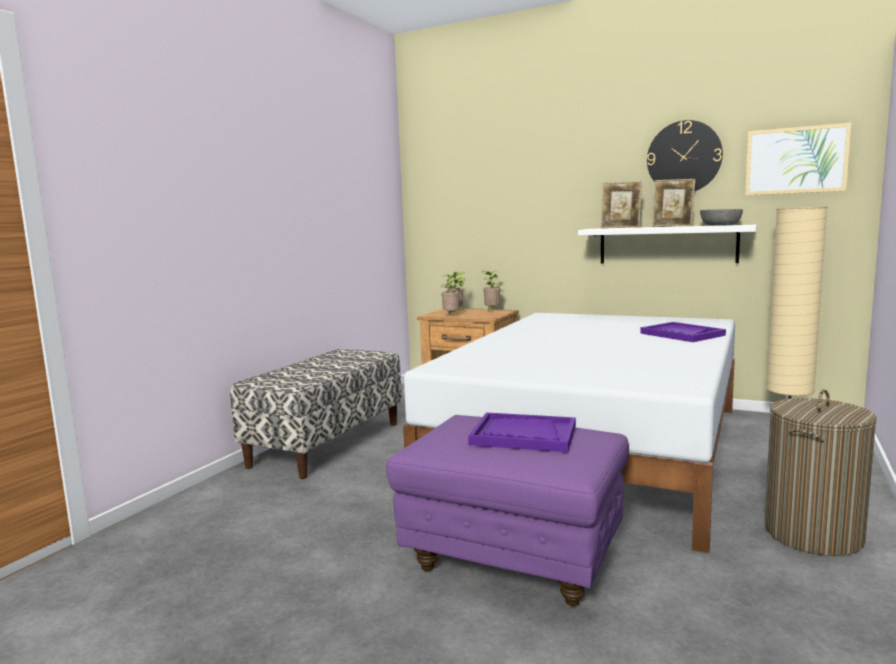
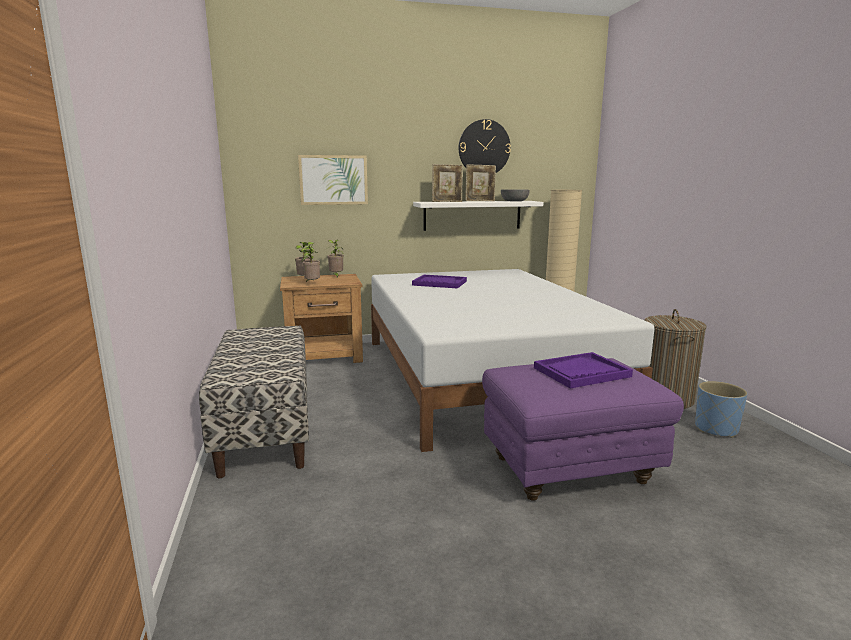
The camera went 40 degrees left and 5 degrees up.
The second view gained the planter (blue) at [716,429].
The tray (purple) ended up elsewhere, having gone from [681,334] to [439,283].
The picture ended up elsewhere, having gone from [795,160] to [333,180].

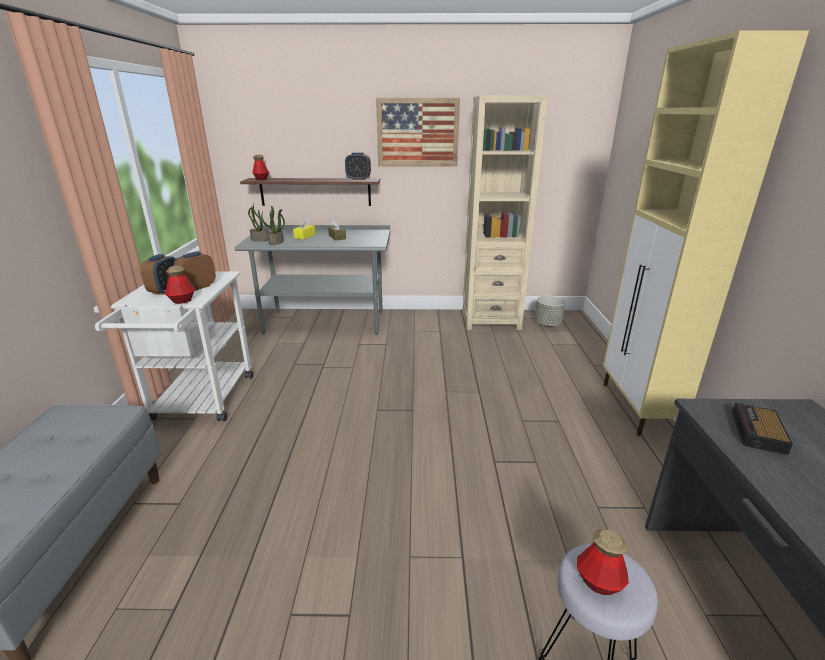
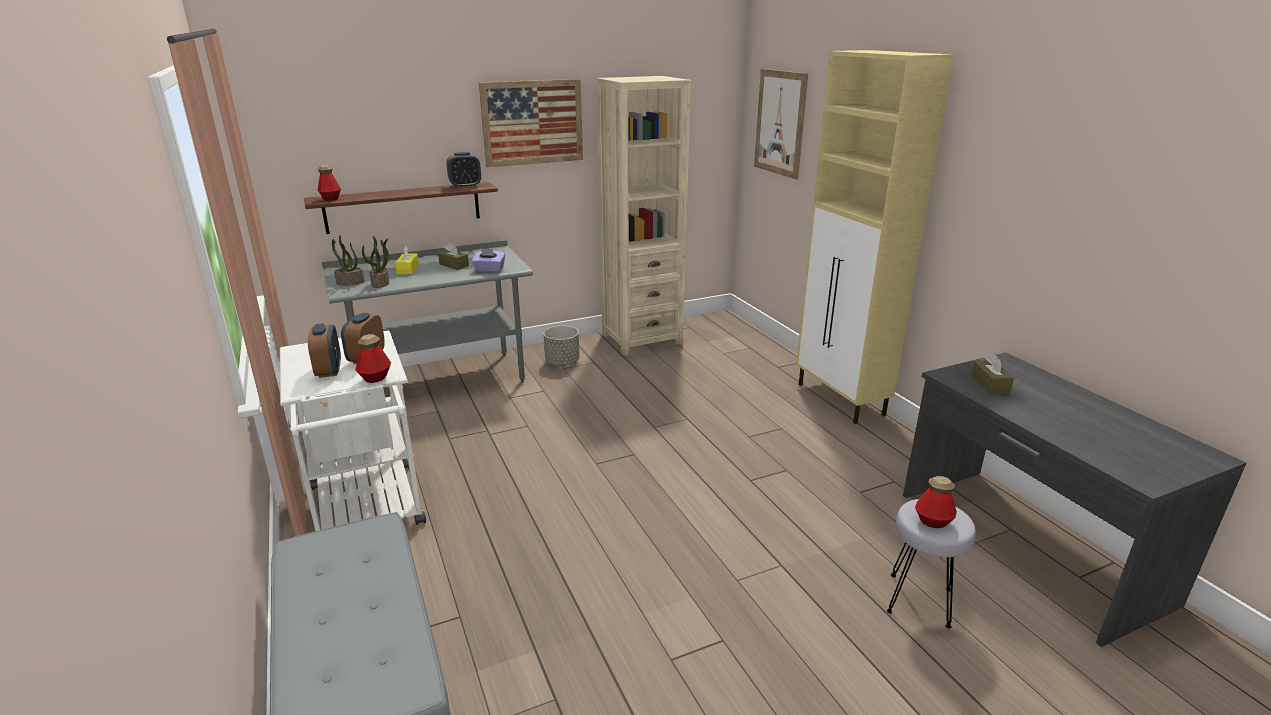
The camera went 25 degrees left and 0 degrees up.
The second view gained the tissue box (purple) at [489,270].
The second view gained the picture at [780,123].
The planter (grey) ended up elsewhere, having gone from [548,324] to [562,362].
Where the alarm clock stood at [758,433], the tissue box (brown) came to stand at [989,384].

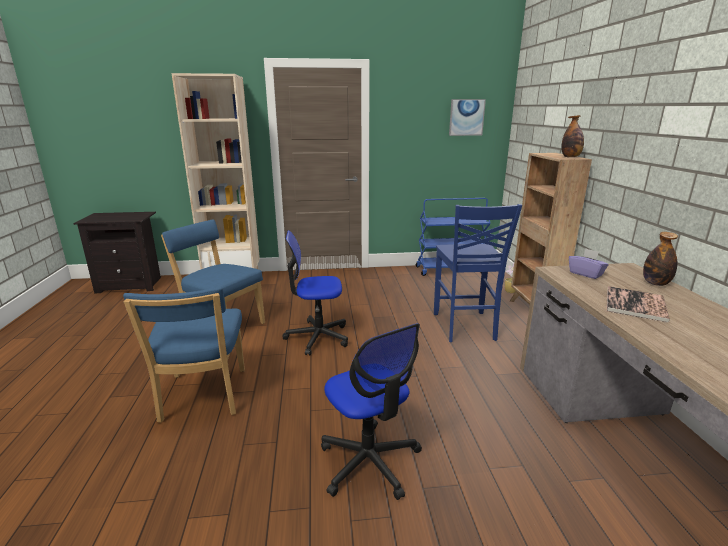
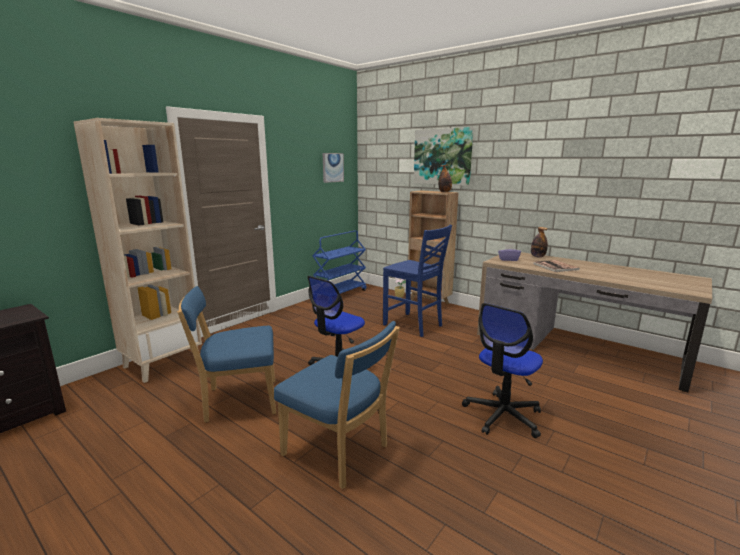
The camera went 45 degrees left and 5 degrees down.
The second view gained the picture at [442,157].
The office chair at [369,461] ended up facing another way, 120 degrees clockwise from before.

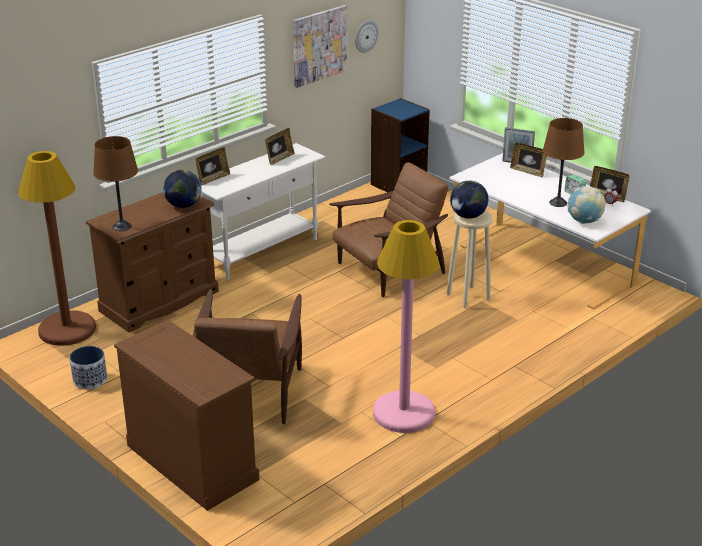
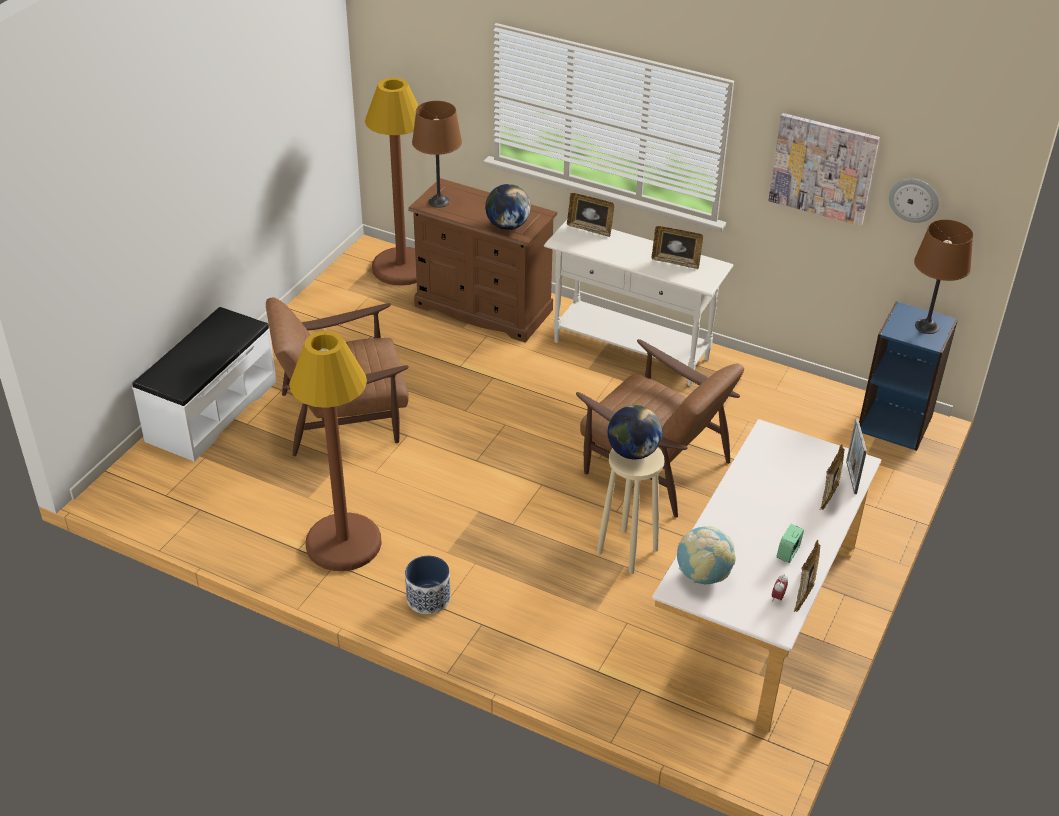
The camera went 70 degrees right and 10 degrees up.
The planter ended up elsewhere, having gone from [90,380] to [428,598].
The table lamp (brown) ended up elsewhere, having gone from [558,203] to [927,326].
Where the dresser (brown) stood at [192,462], the bench (white) came to stand at [211,411].
What was the floor lamp (pink) at [404,413] turned into the floor lamp (brown) at [343,543].

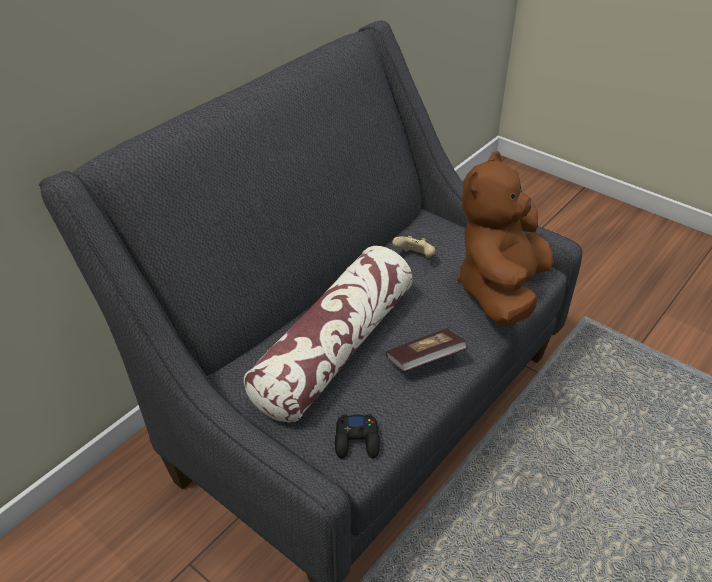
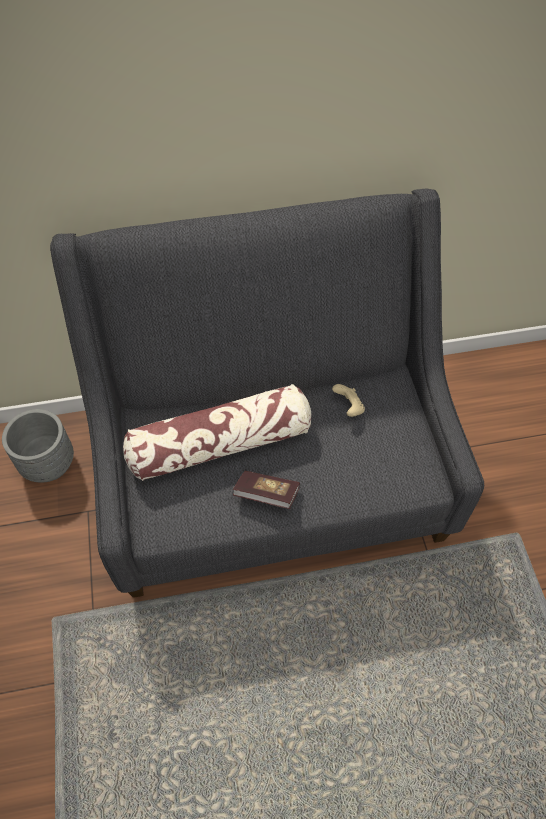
The camera went 40 degrees right and 15 degrees up.
The second view lost the game controller (black) at [357,441].
The second view lost the plush toy (brown) at [500,290].
The second view gained the planter (grey) at [49,464].

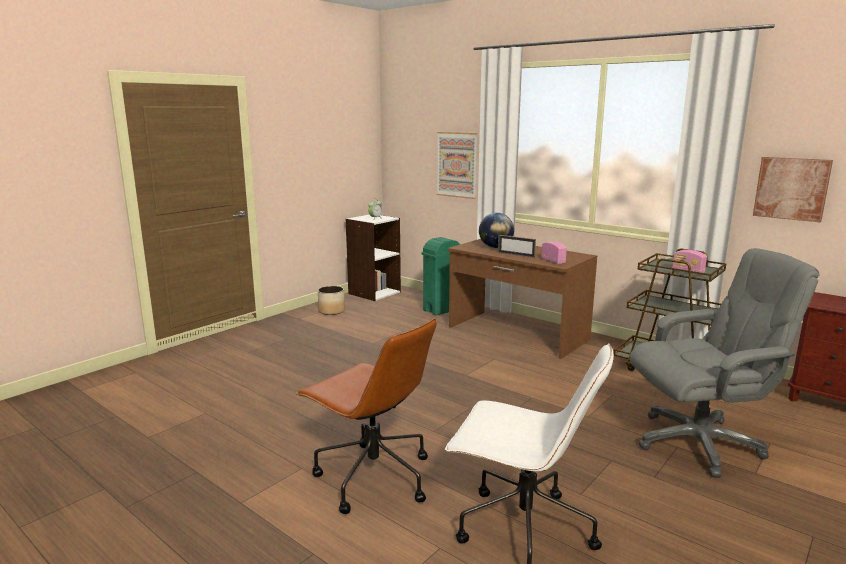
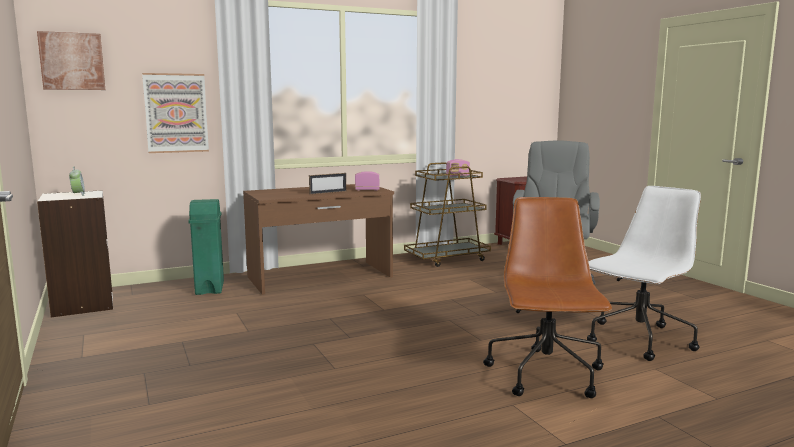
The camera went 65 degrees left and 5 degrees down.
The second view lost the planter at [332,311].
The second view lost the globe at [495,247].
The picture ended up elsewhere, having gone from [791,188] to [72,61].
The office chair (brown) at [372,477] ended up facing another way, 60 degrees counterclockwise from before.

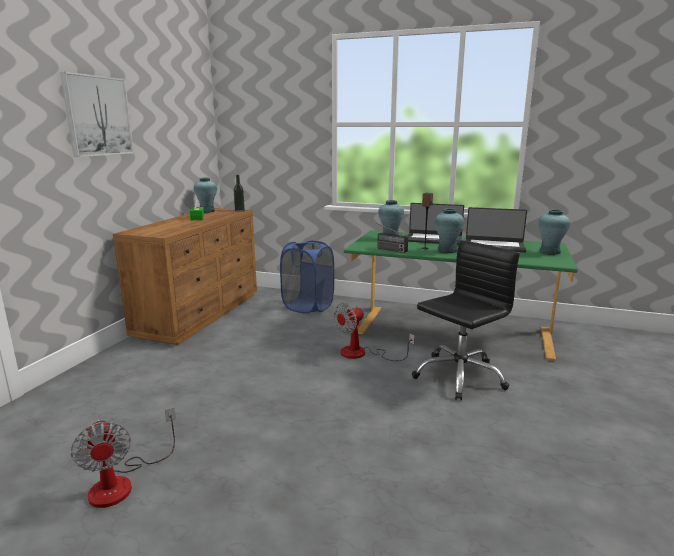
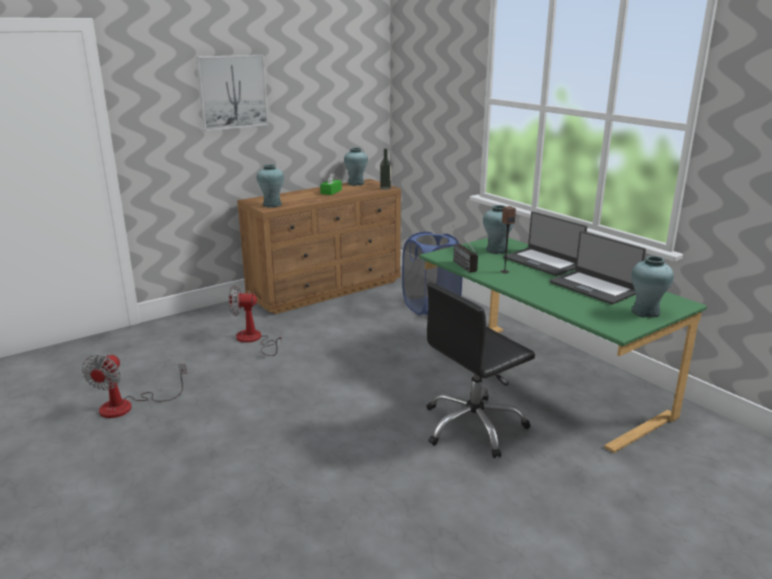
The camera went 35 degrees right and 5 degrees up.
The fan ended up elsewhere, having gone from [362,354] to [253,340].
The vase (turquoise) ended up elsewhere, having gone from [447,250] to [272,205].
The office chair (black) at [459,376] ended up facing another way, 150 degrees clockwise from before.

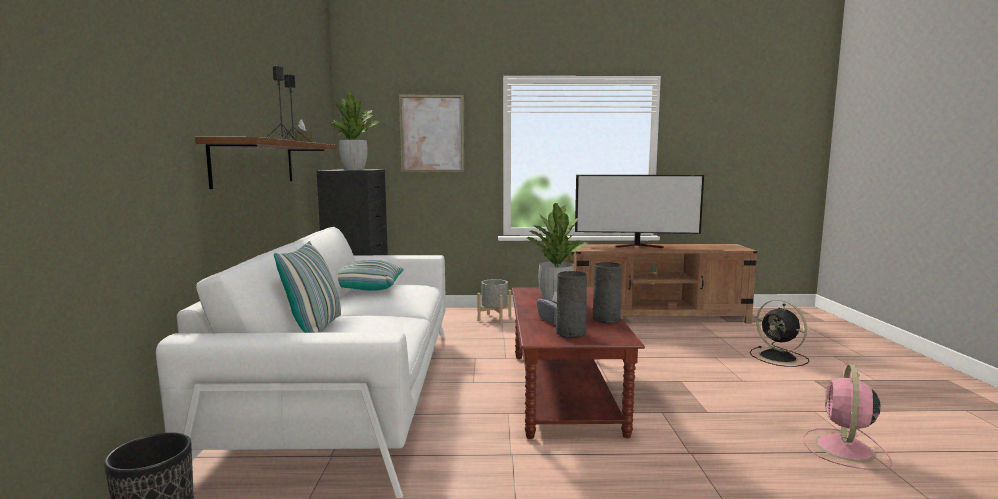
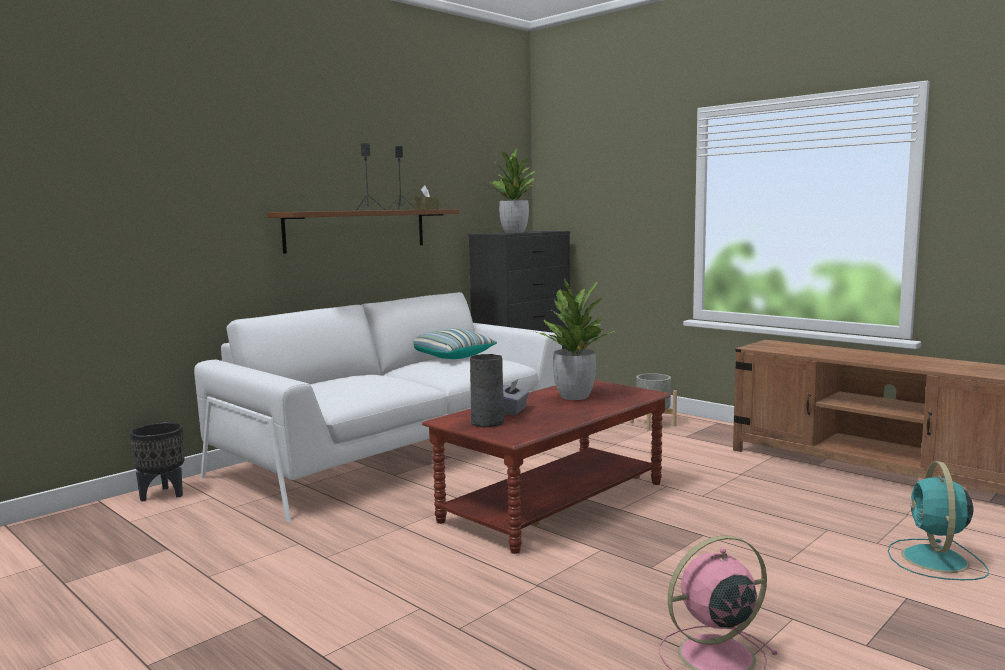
The camera went 45 degrees right and 0 degrees up.
The second view lost the pillow at [315,329].
The second view lost the picture at [432,133].
The second view lost the television at [639,246].
The second view lost the vase (grey) at [607,319].
What was the fan (black) at [779,357] turned into the fan (turquoise) at [935,560].

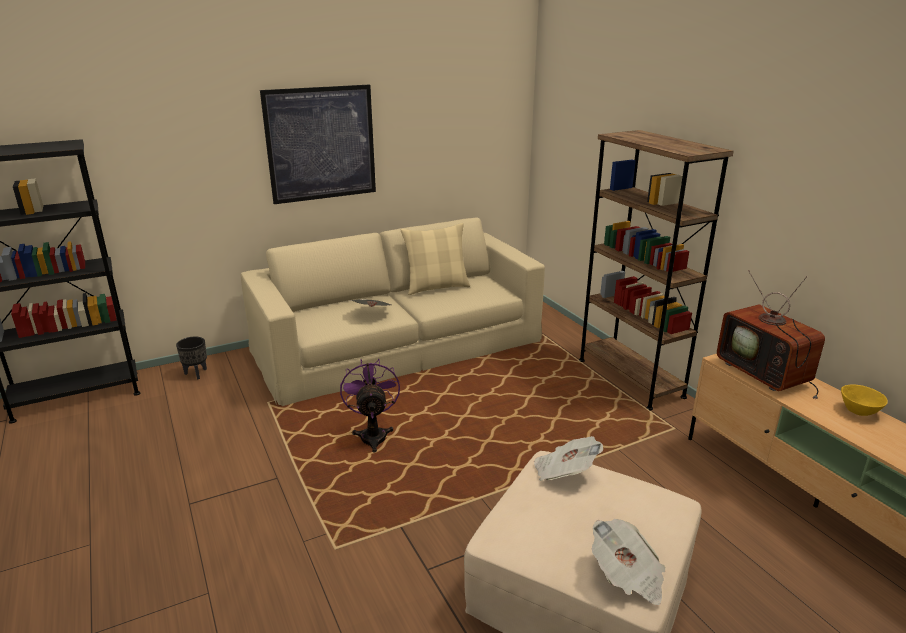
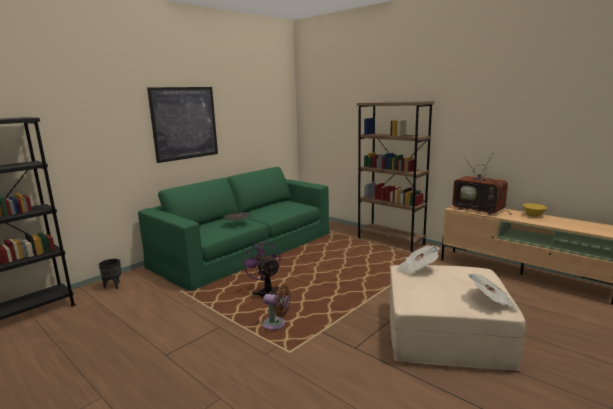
The camera went 20 degrees left and 10 degrees down.
The second view lost the pillow (beige) at [436,287].
The second view gained the fan (brown) at [276,324].
What was the sofa (beige) at [398,345] turned into the sofa (green) at [245,248].

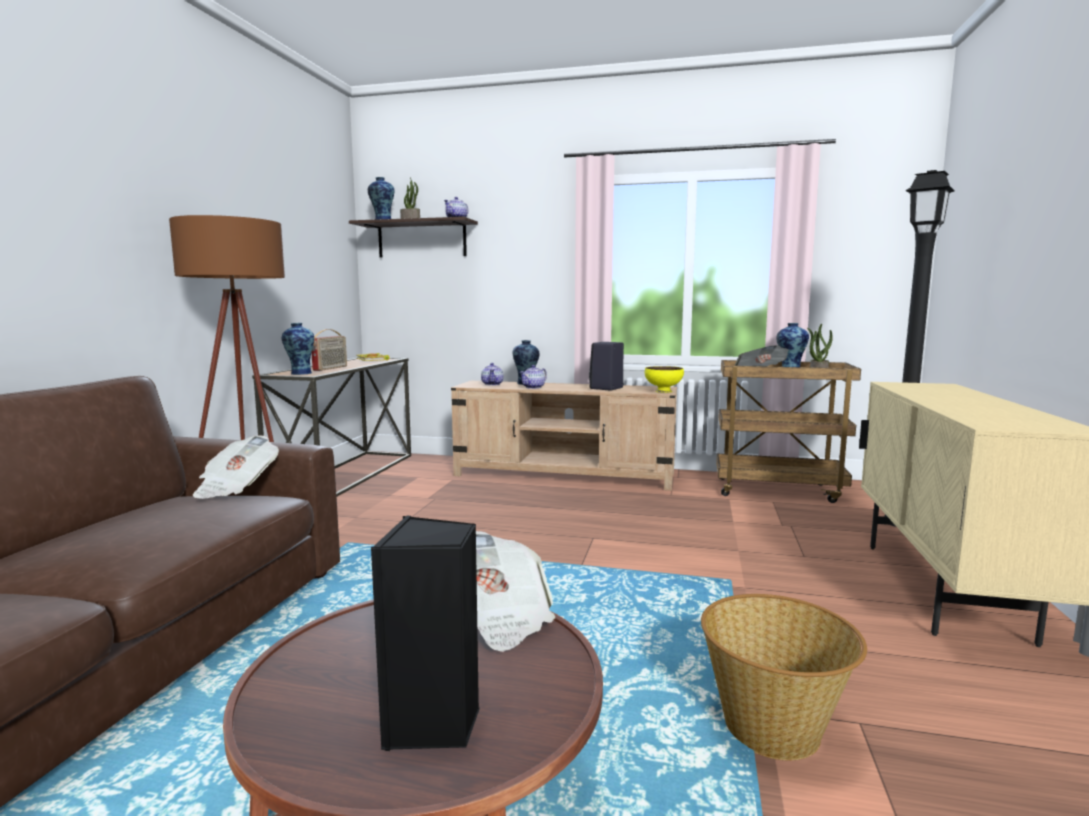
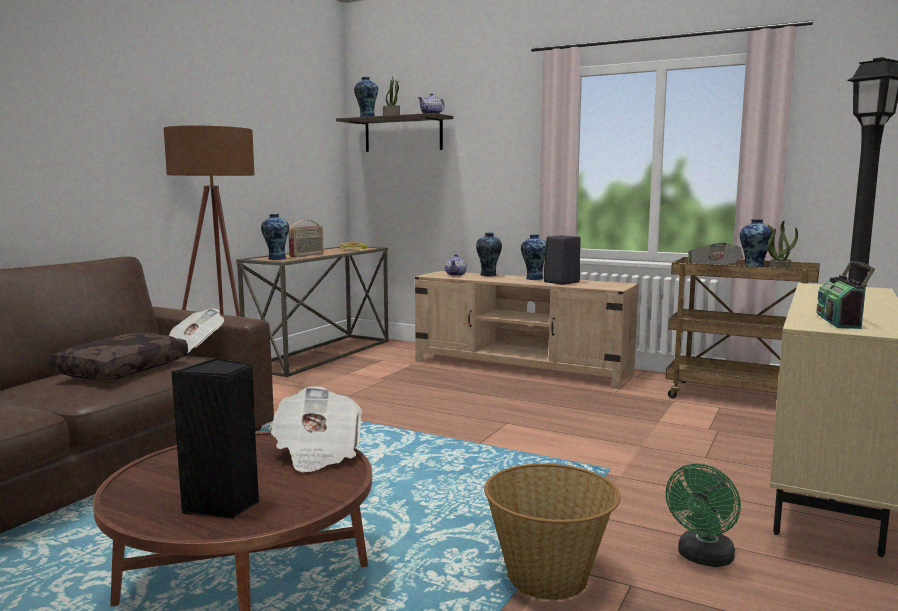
The camera went 15 degrees right and 0 degrees up.
The second view lost the teapot at [533,387].
The second view lost the bowl (yellow) at [663,391].
The second view gained the pillow (brown) at [122,369].
The second view gained the vase at [533,278].
The second view gained the fan (green) at [703,558].
The second view gained the radio at [840,321].

